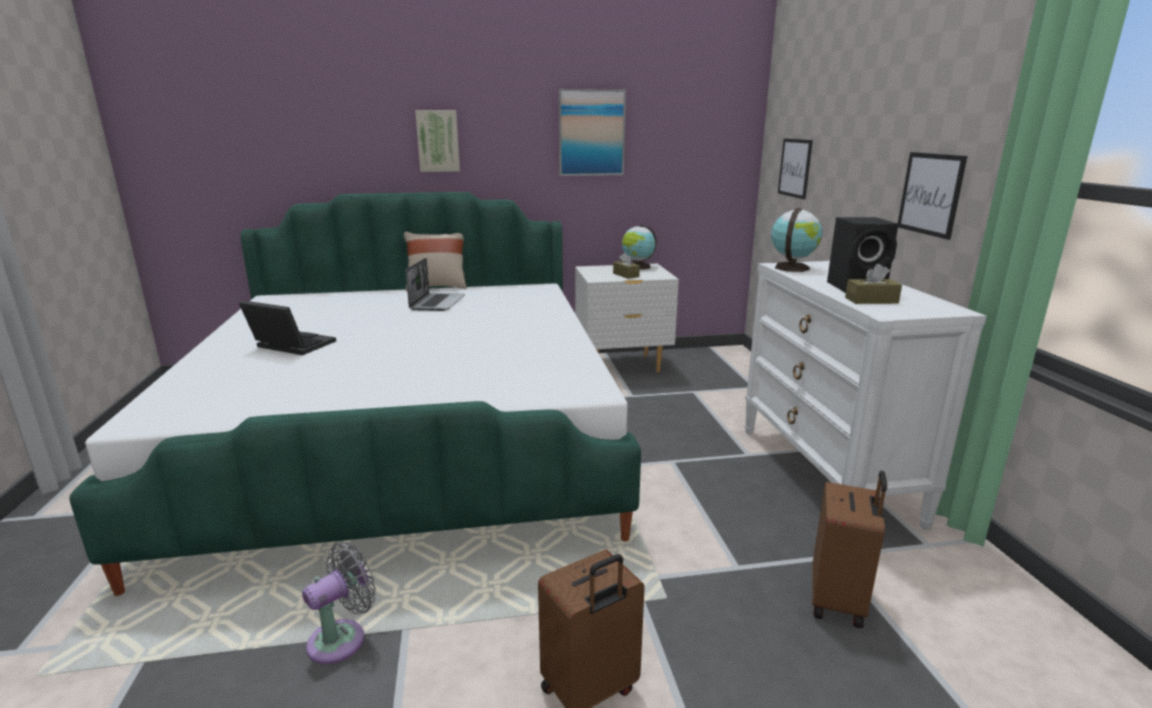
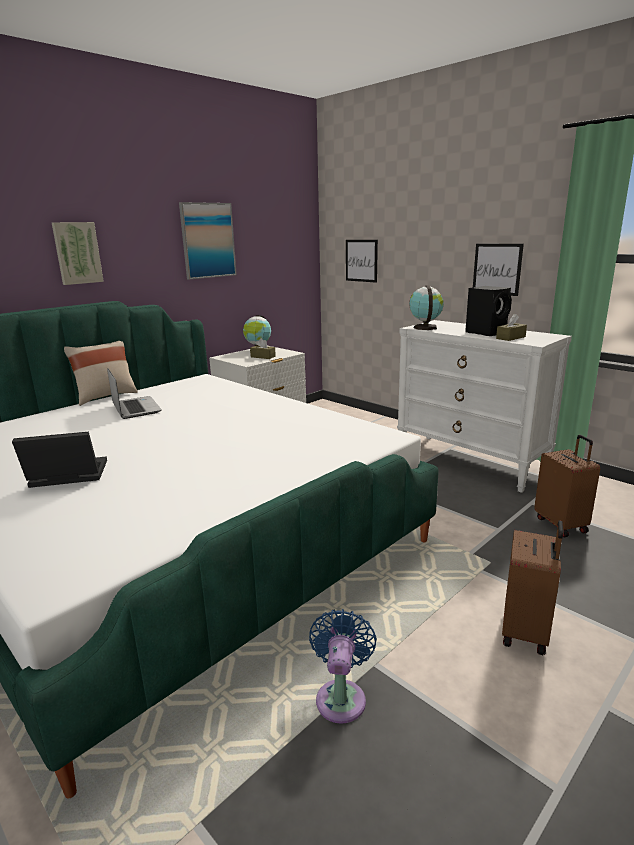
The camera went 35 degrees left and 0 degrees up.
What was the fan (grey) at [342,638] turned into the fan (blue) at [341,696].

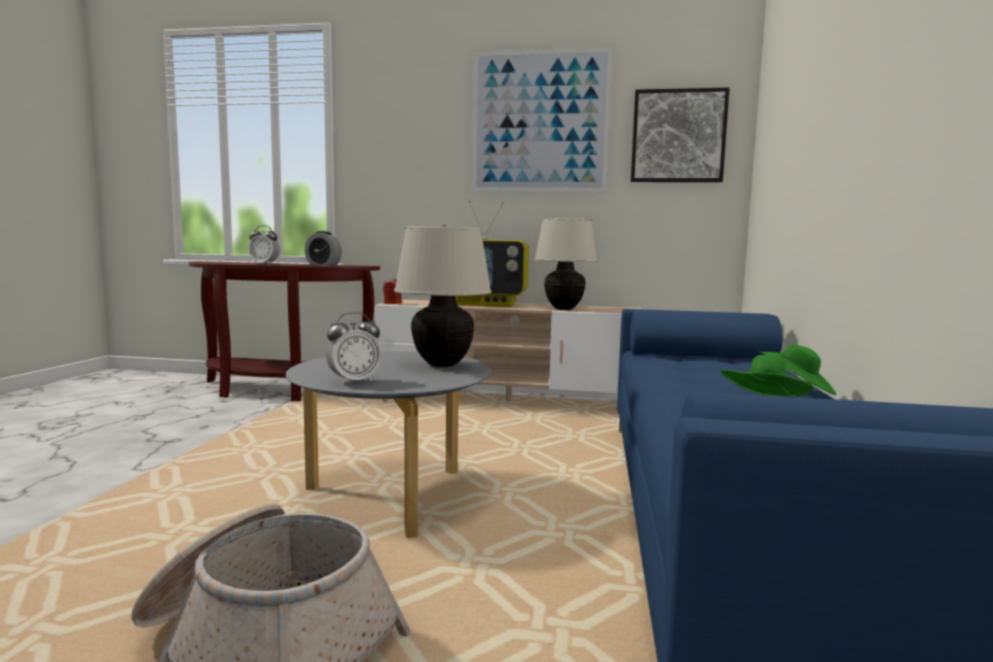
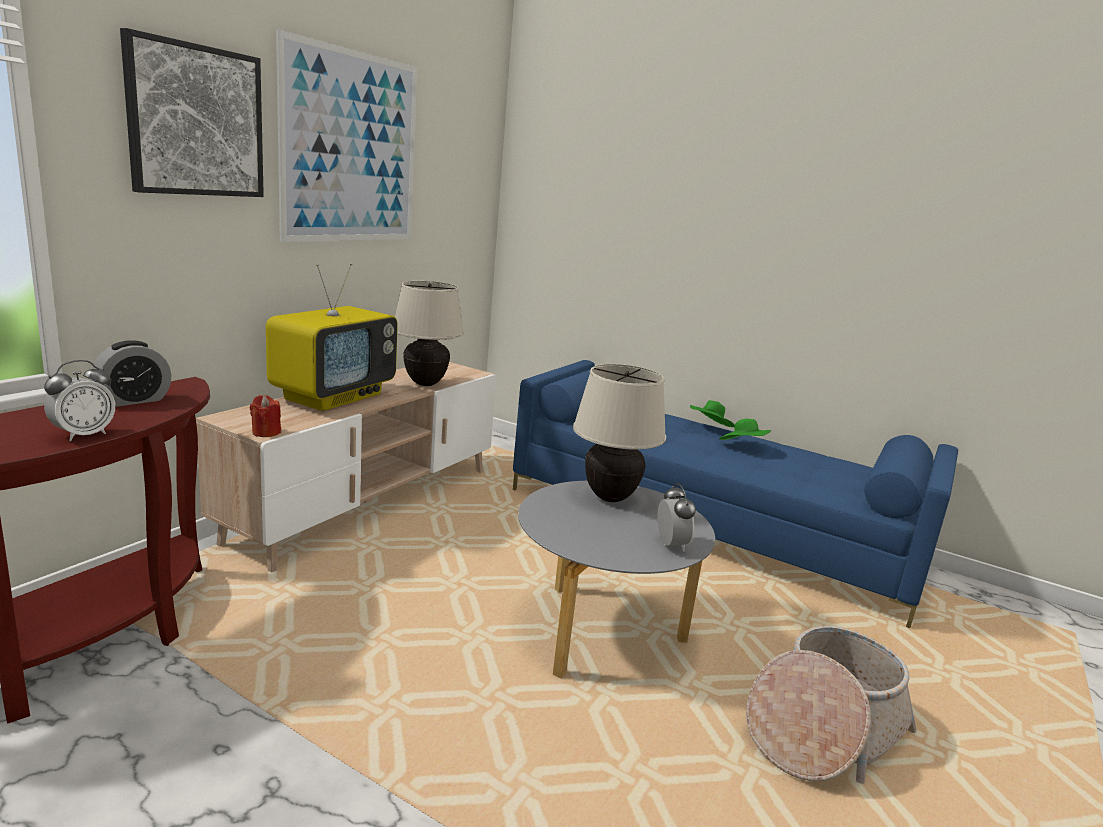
The camera went 70 degrees left and 10 degrees up.
The picture ended up elsewhere, having gone from [678,136] to [196,121].

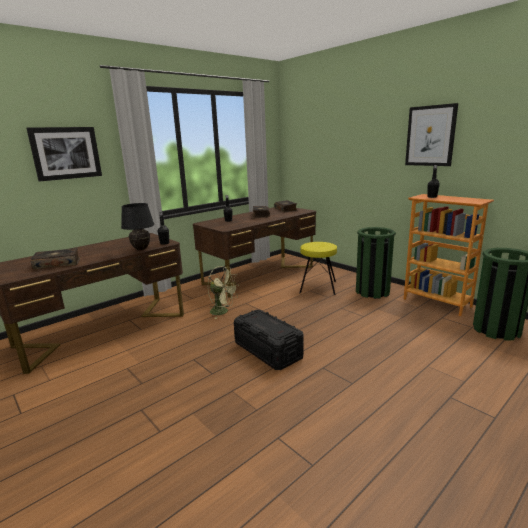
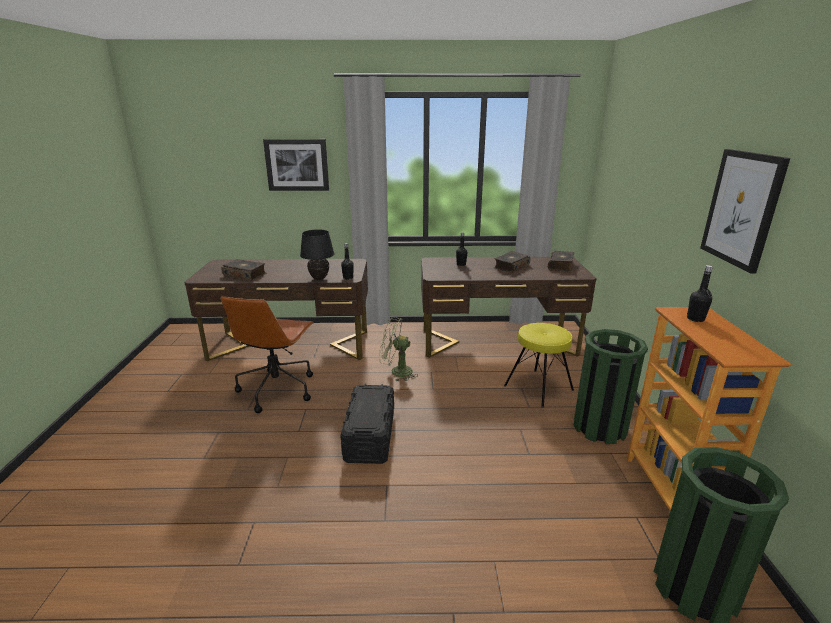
The camera went 40 degrees right and 5 degrees up.
The second view gained the office chair (brown) at [277,389].
The fan (green) at [223,312] ended up facing another way, 120 degrees clockwise from before.

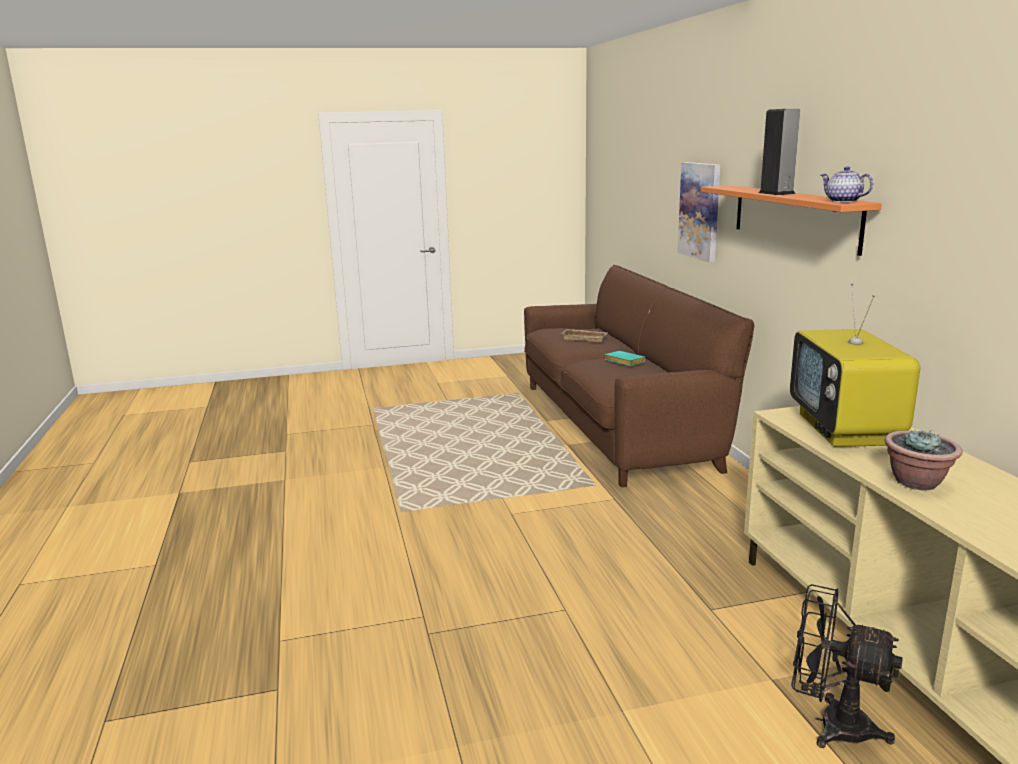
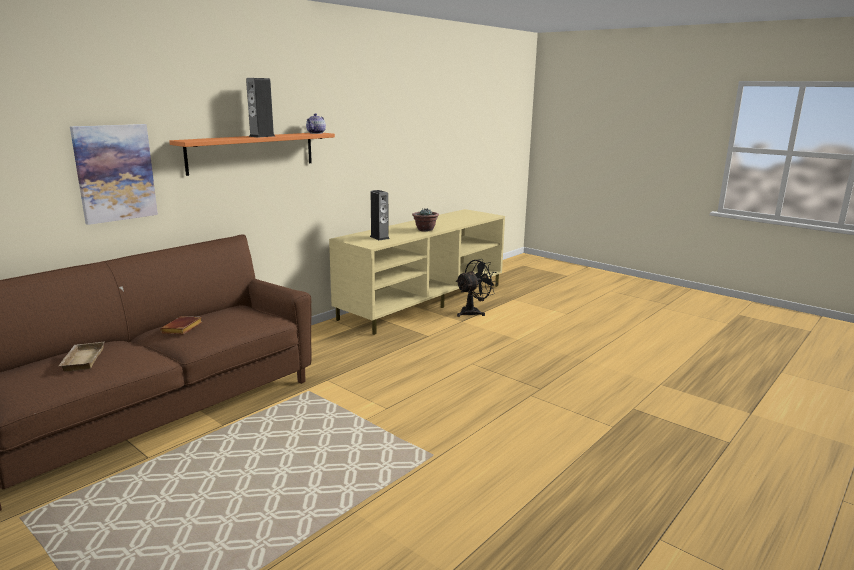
The camera went 125 degrees left and 0 degrees up.
Where the television stood at [845,430], the speaker came to stand at [379,237].
What was the book (turquoise) at [623,362] turned into the book (brown) at [182,329].
The fan (black) at [830,724] ended up facing another way, 120 degrees counterclockwise from before.

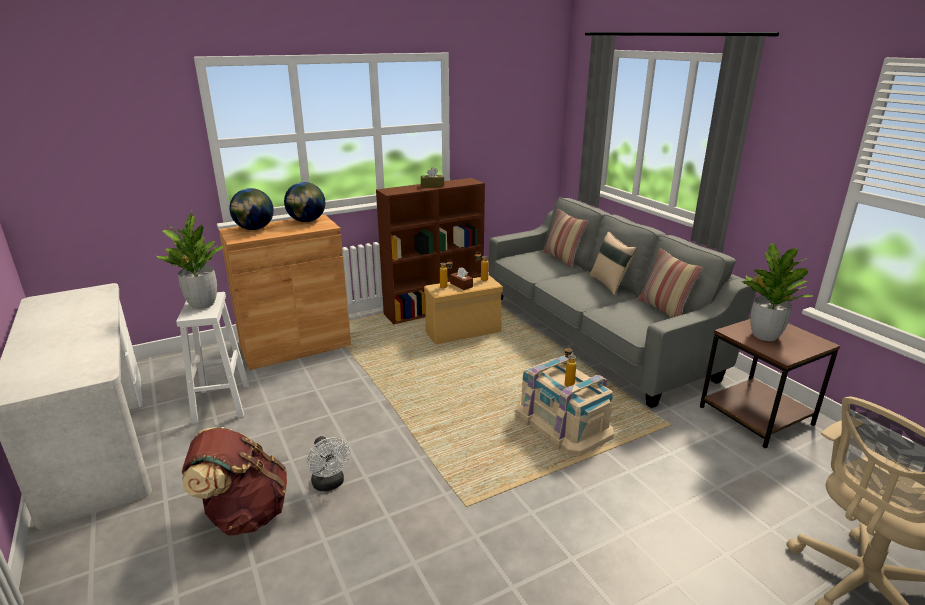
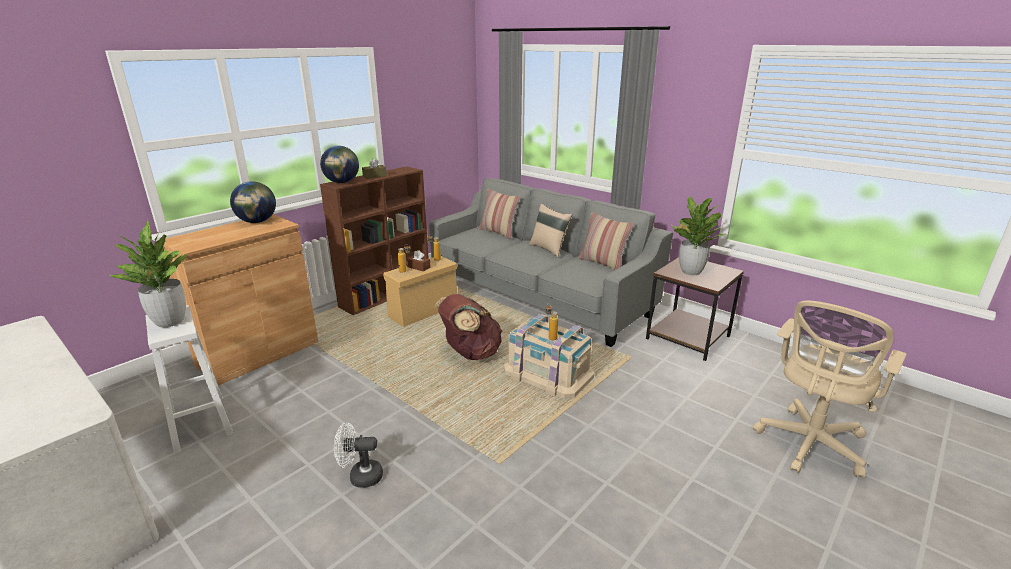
The camera went 20 degrees left and 0 degrees up.
The backpack (brown) ended up elsewhere, having gone from [244,514] to [470,353].
The globe ended up elsewhere, having gone from [254,229] to [342,182].
The fan (white) at [330,484] ended up facing another way, 135 degrees clockwise from before.

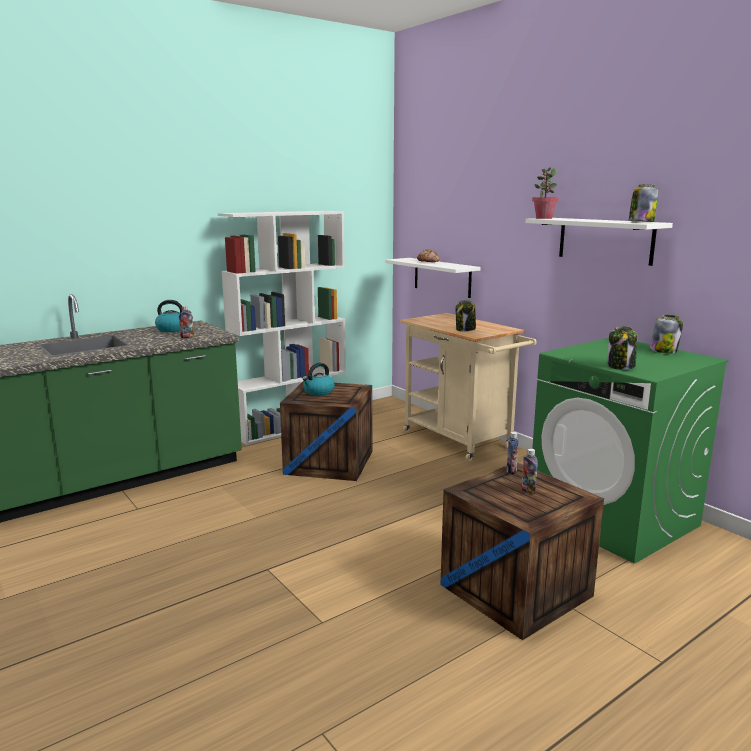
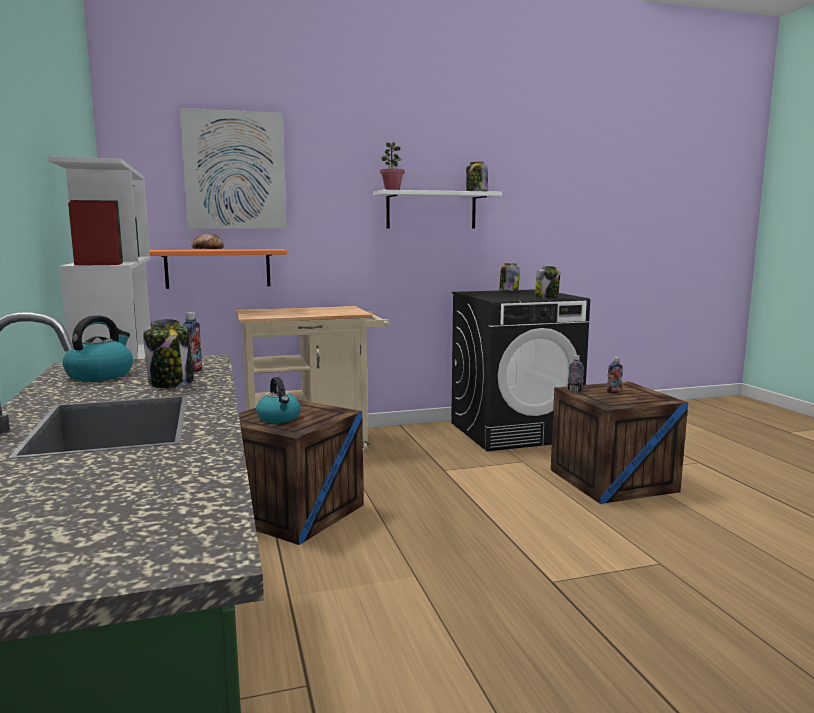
The camera went 70 degrees left and 5 degrees down.
The second view gained the picture at [235,170].
The jar ended up elsewhere, having gone from [465,329] to [171,383].
What was the shelf (white) at [442,277] turned into the shelf (orange) at [218,268].
What was the washing machine (green) at [613,518] turned into the washing machine (black) at [514,431].

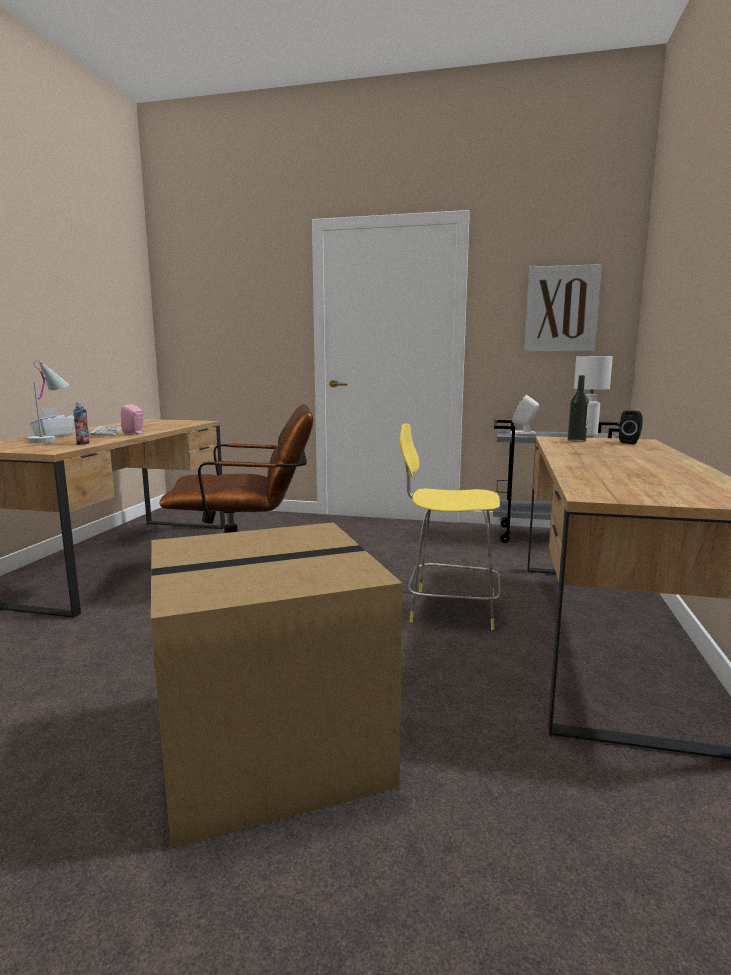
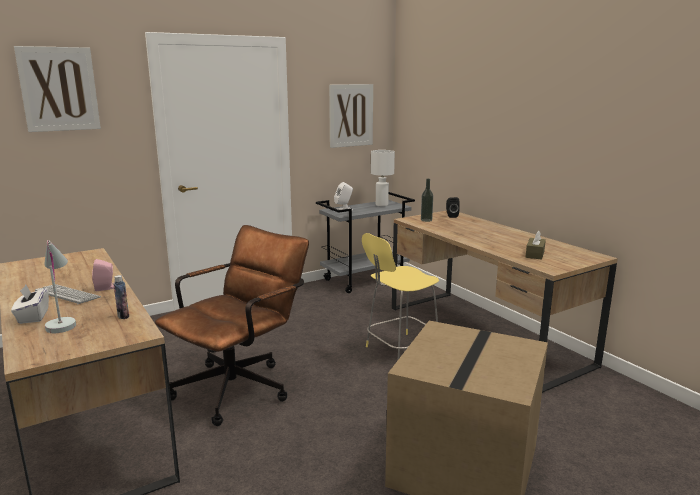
The camera went 45 degrees left and 5 degrees up.
The second view gained the picture at [59,89].
The second view gained the tissue box (brown) at [535,254].

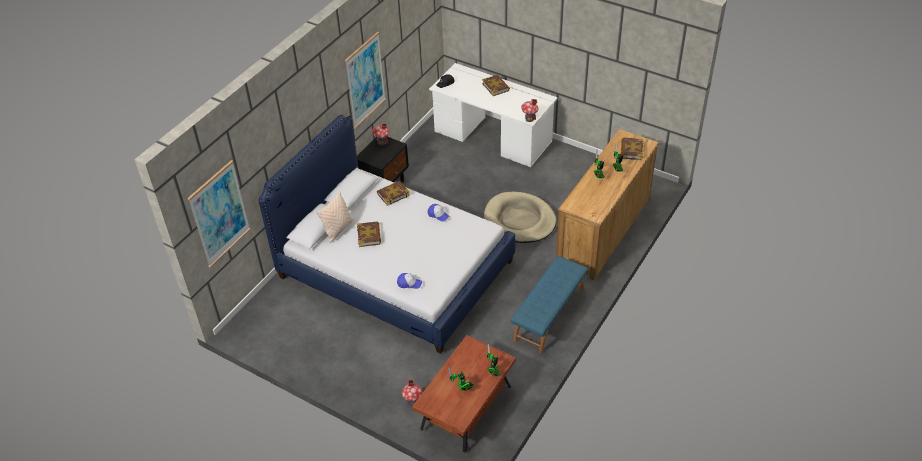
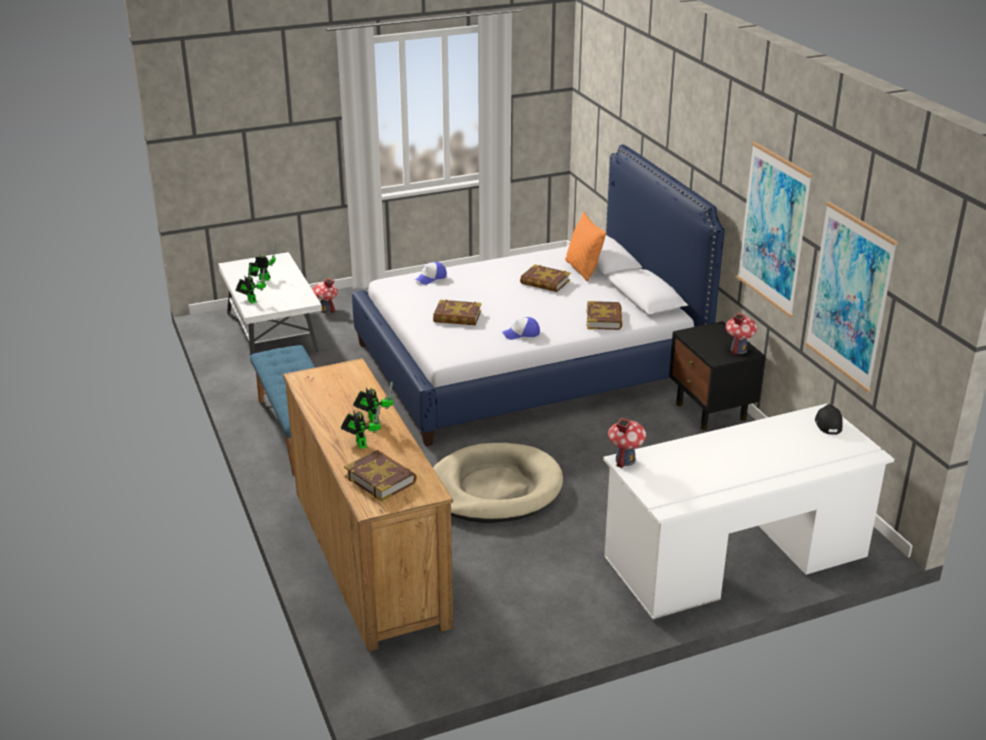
The camera went 125 degrees right and 15 degrees down.
The picture ended up elsewhere, having gone from [219,214] to [850,296].
The book ended up elsewhere, having gone from [496,87] to [457,317].
What was the pillow (beige) at [338,230] turned into the pillow (orange) at [582,270].
What was the coffee table (brown) at [466,408] turned into the coffee table (white) at [272,332].

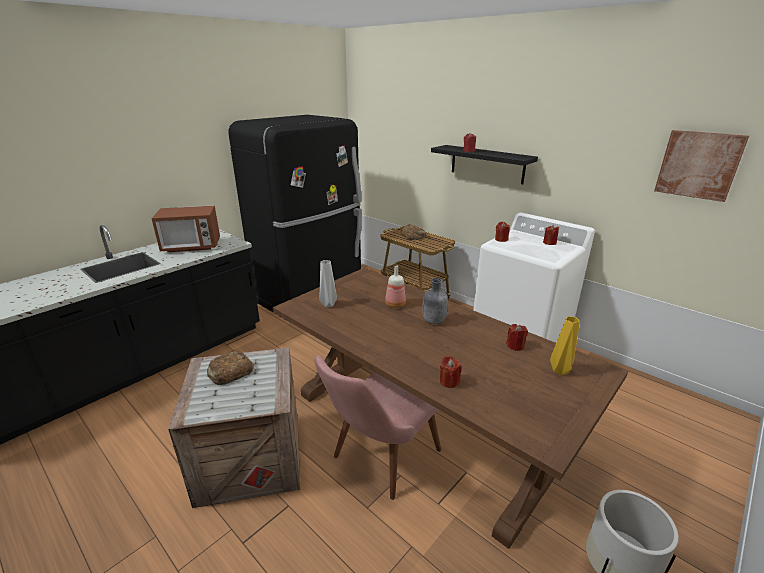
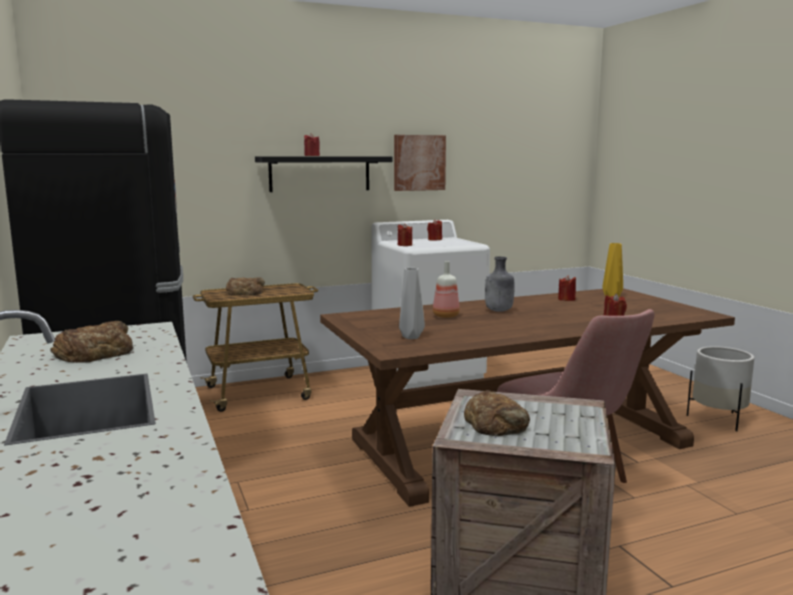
The camera went 65 degrees left and 15 degrees down.
The picture ended up elsewhere, having gone from [698,165] to [419,162].
Where the microwave stood at [191,247], the bread came to stand at [95,352].

